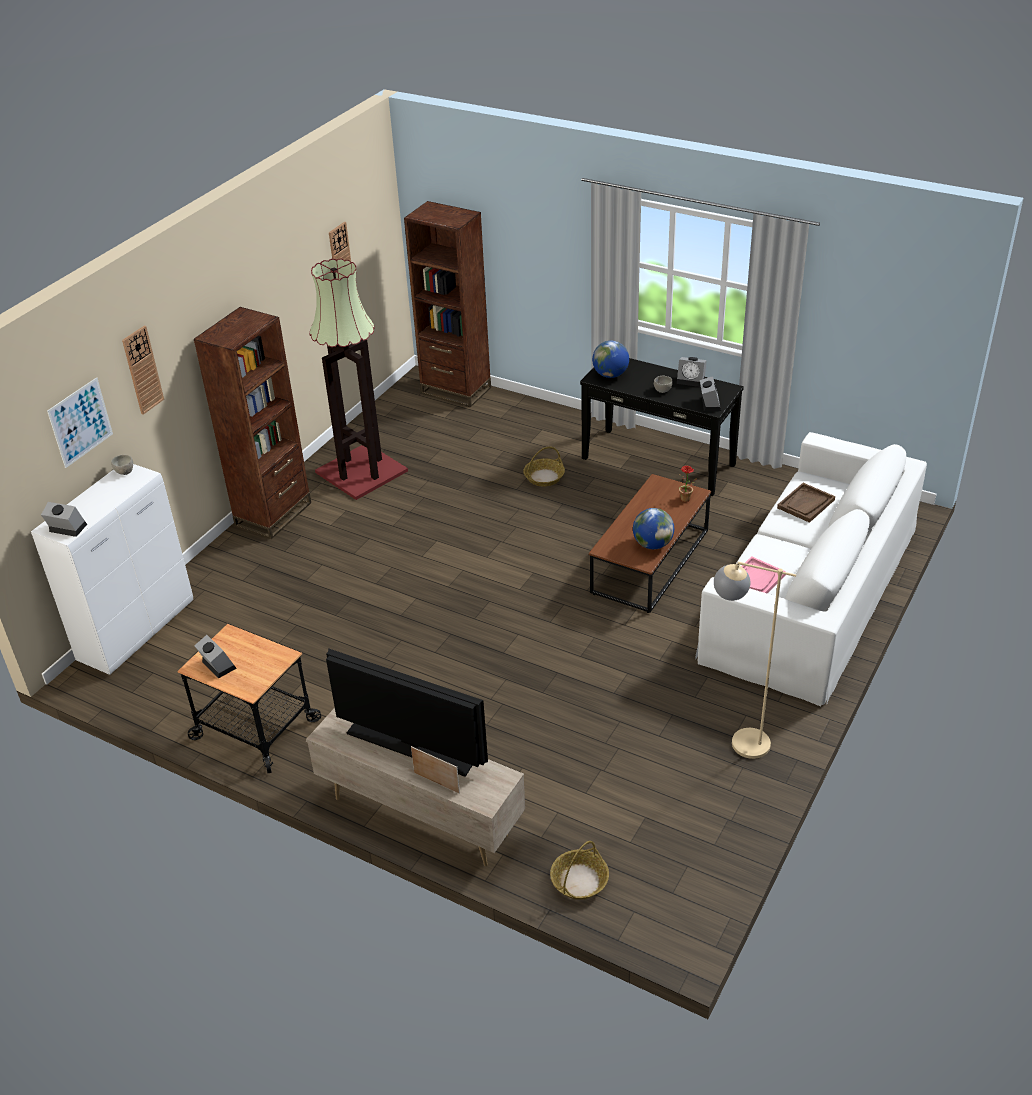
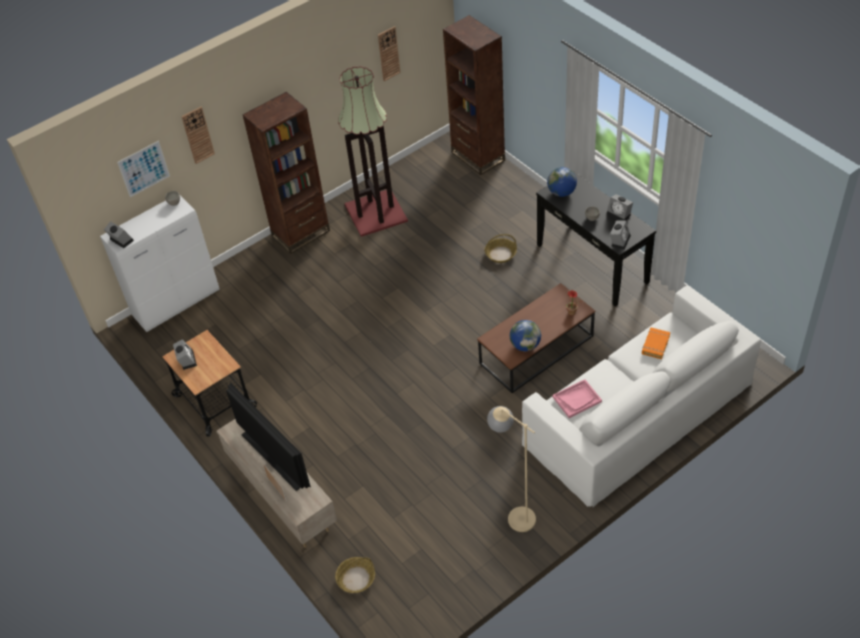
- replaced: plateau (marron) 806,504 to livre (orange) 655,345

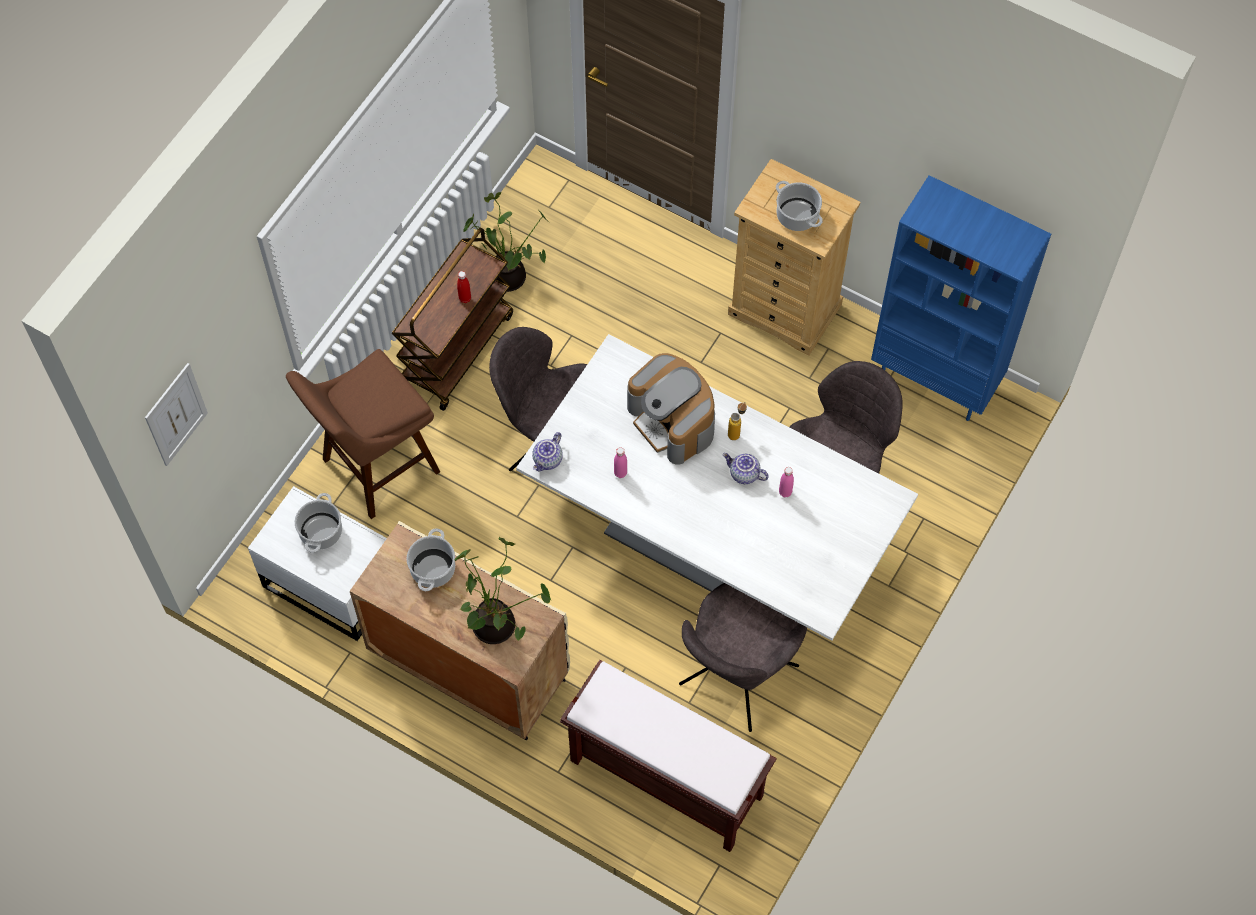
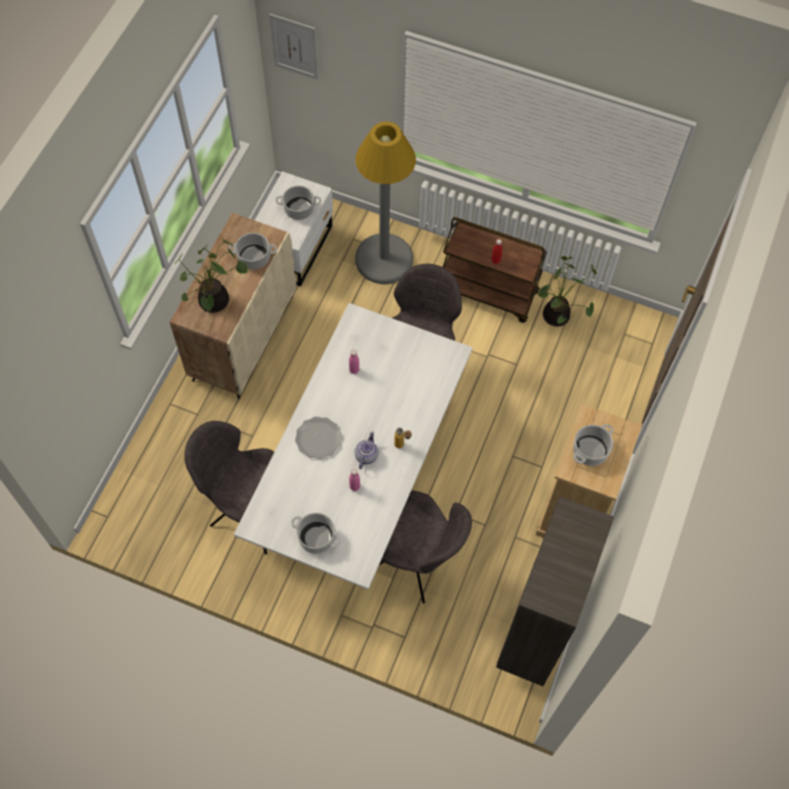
- recoloured: bibliothèque (bleu) 936,379 to bibliothèque (marron) 534,637
- replaced: tabouret (marron) 376,469 to lampadaire (gris) 384,259
- removed: machine à café 673,421
- removed: théière 548,460
- removed: banc (marron) 664,778
- added: assiette 318,439
- added: marmite 317,538

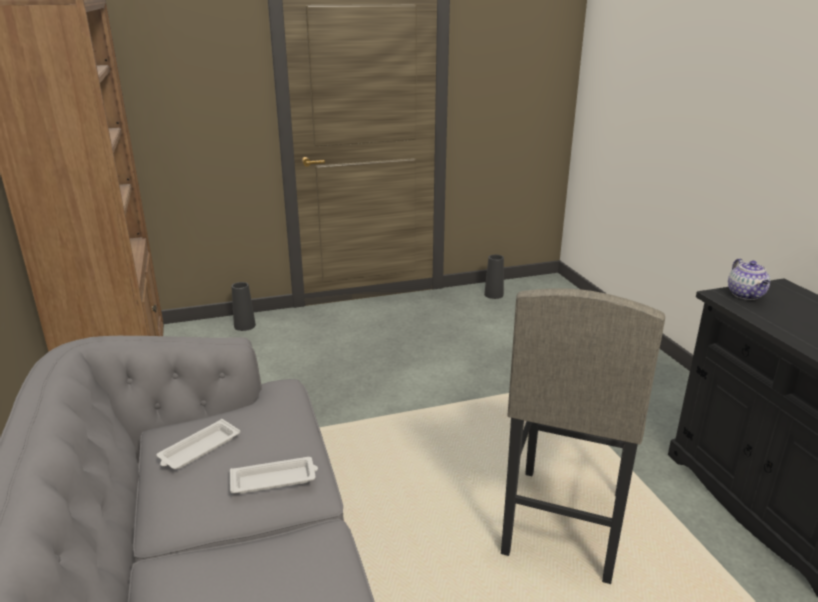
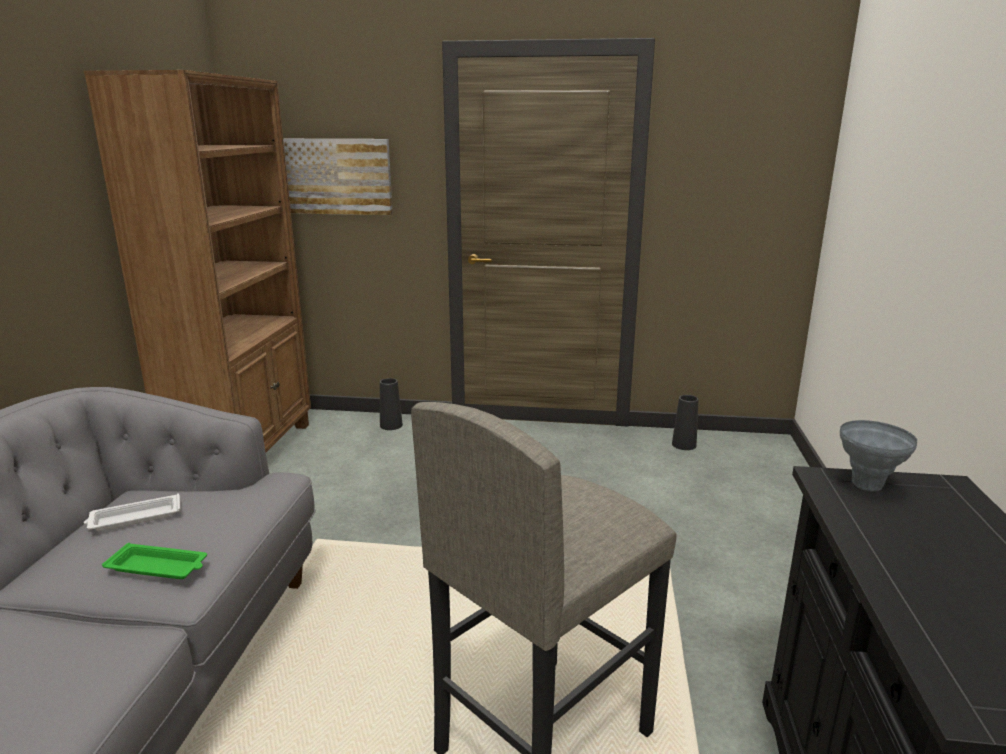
- replaced: théière 746,295 to vase (gris) 867,486
- recoloured: plateau (blanc) 275,480 to plateau (vert) 159,567
- added: tableau 338,176

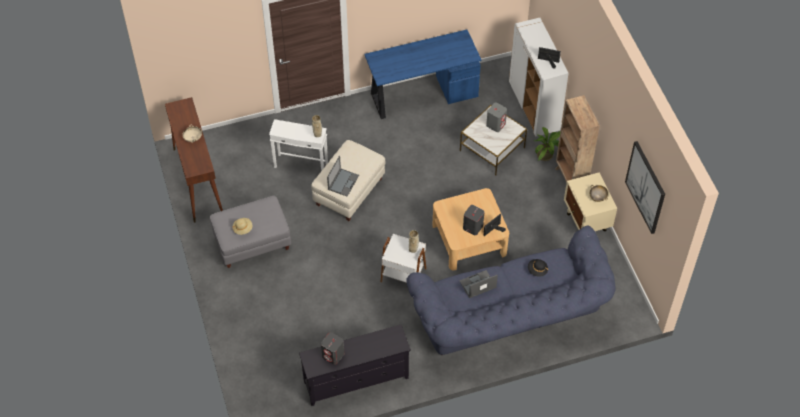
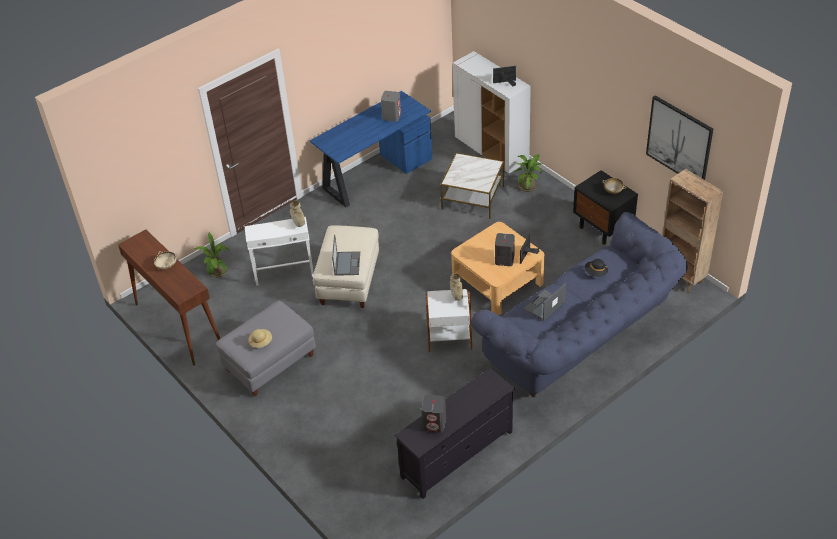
- moved: bibliothèque (marron) 570,179 to 681,277
- moved: enceinte (gris) 496,124 to 391,116
- recoloured: table de chevet (beige) 586,222 to table de chevet (noir) 603,228
- added: plante en pot 218,273

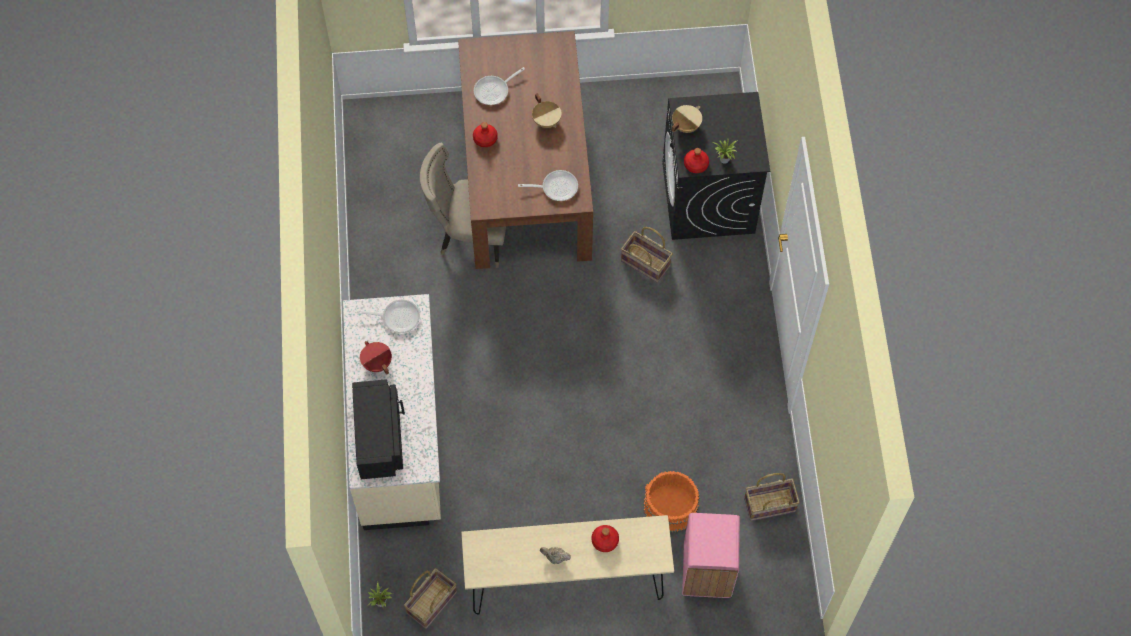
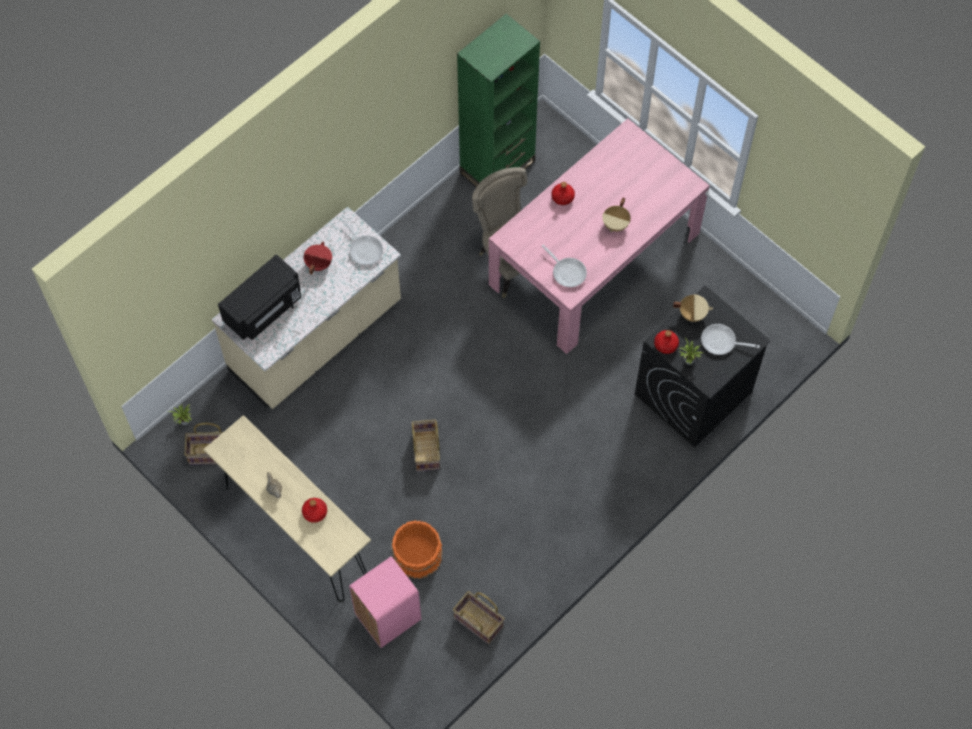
- recoloured: table à manger (marron) 525,174 to table à manger (rose) 594,258
- moved: poêle 494,91 to 721,342
- moved: panier 646,263 to 427,451
- added: bibliothèque (vert) 497,167

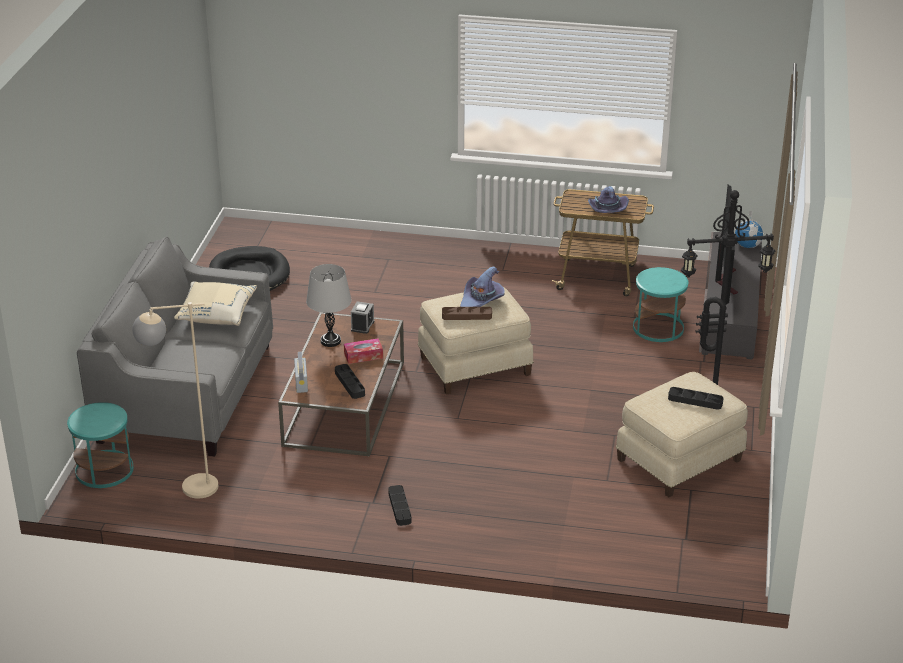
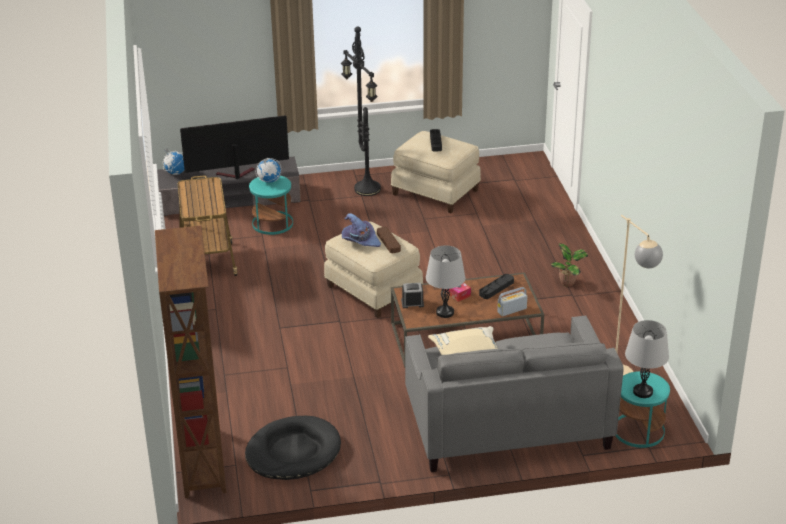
- removed: chapeau (violet) 606,209
- replaced: plateau (noir) 399,507 to plante en pot 568,283
- added: globe 269,181
- added: bibliothèque (marron) 203,462
- added: lampe de table (gris) 642,392

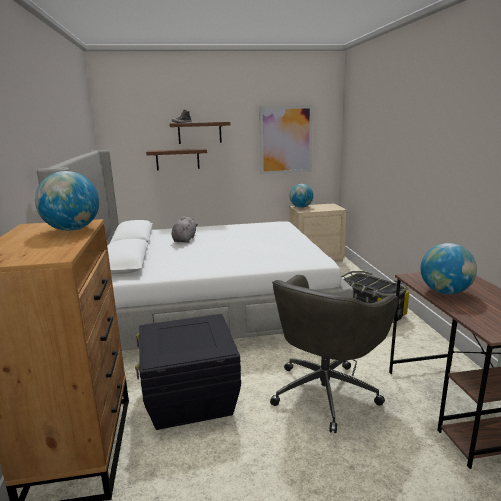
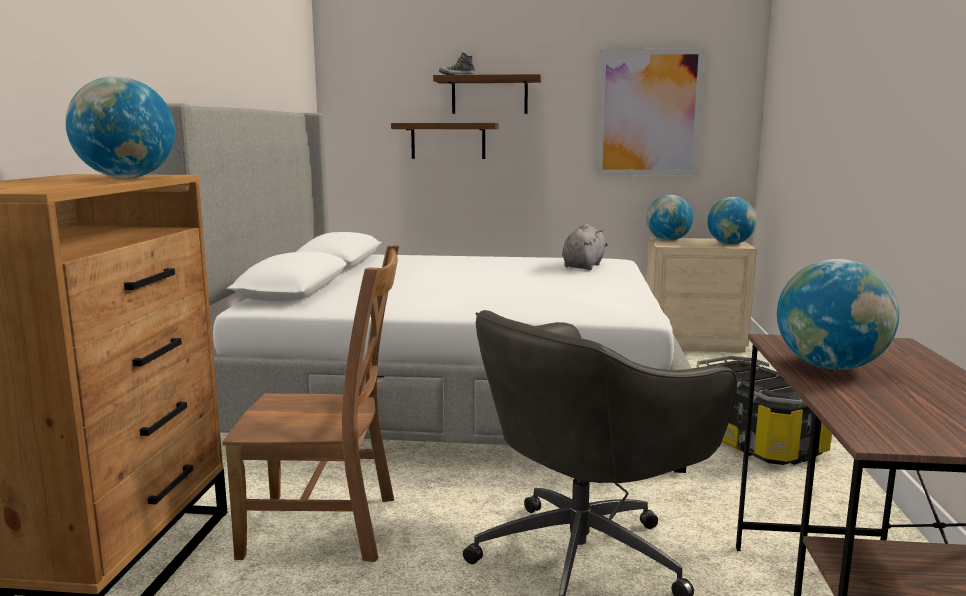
- moved: peluche (gris) 185,239 to 583,266
- replaced: boîte de rangement (noir) 190,399 to chaise (marron) 327,527
- added: globe 730,244

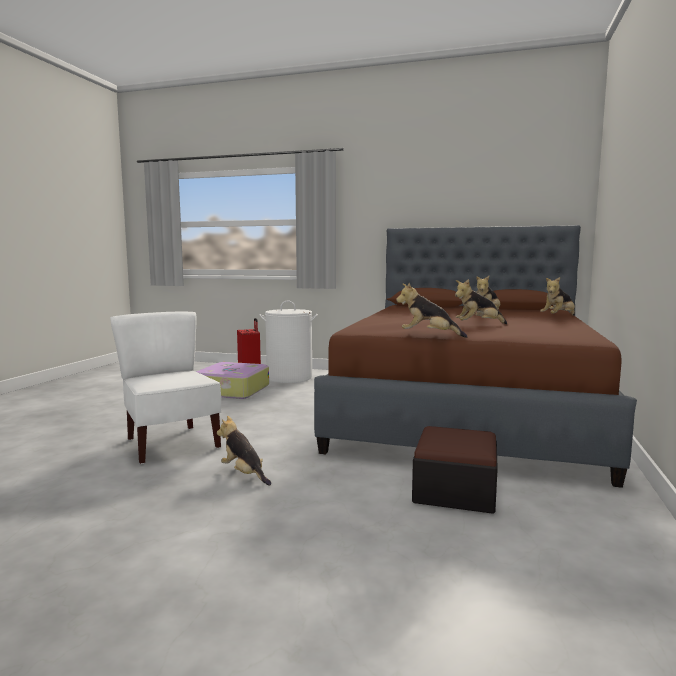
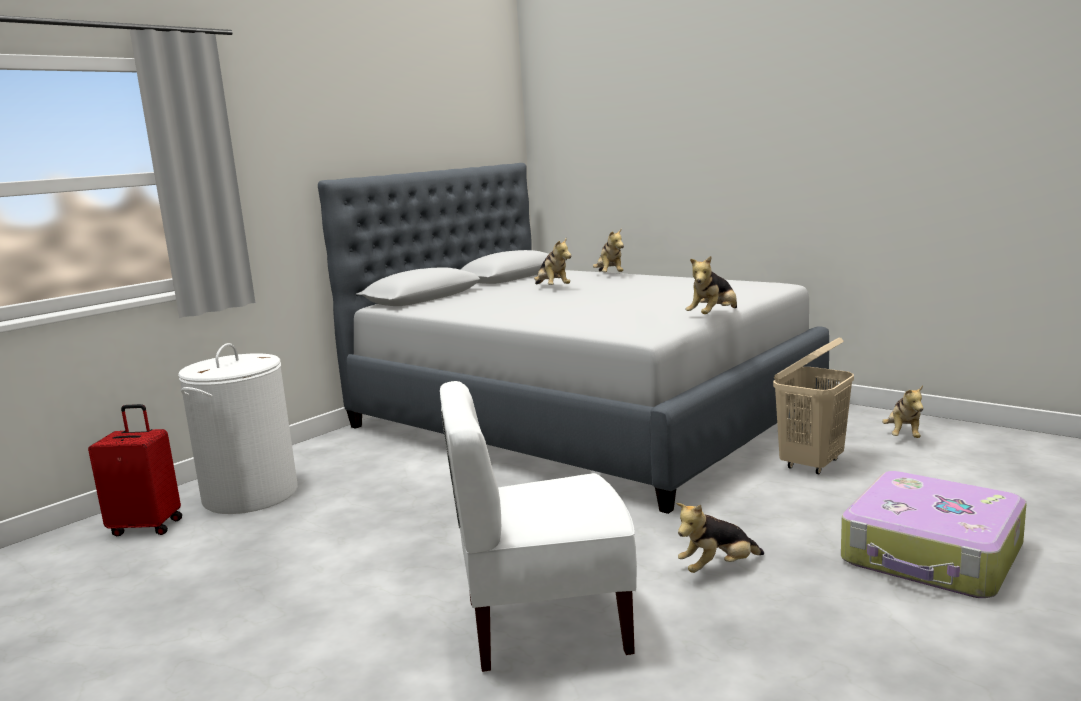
- recoloured: lit (marron) 468,412 to lit (gris) 581,417
- moved: peluche 478,325 to 903,435
- moved: valise 231,390 to 932,555
- replaced: pouf 455,491 to panier à linge (beige) 812,464

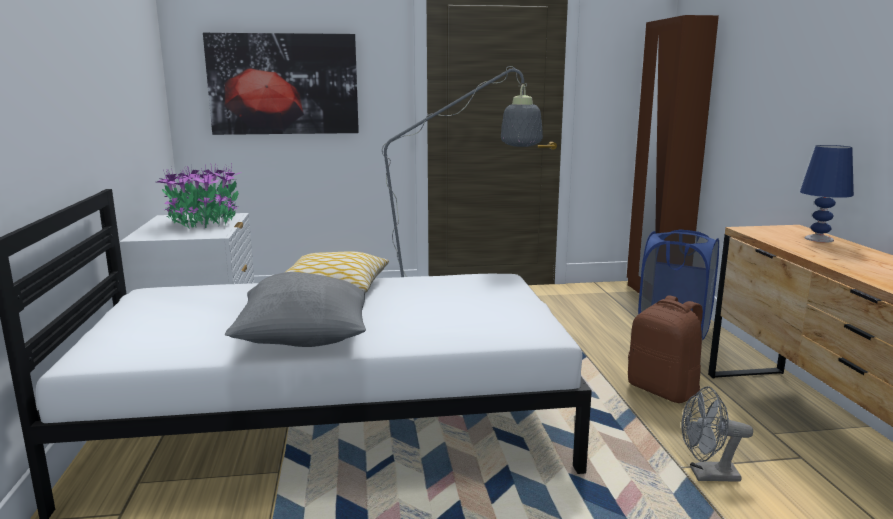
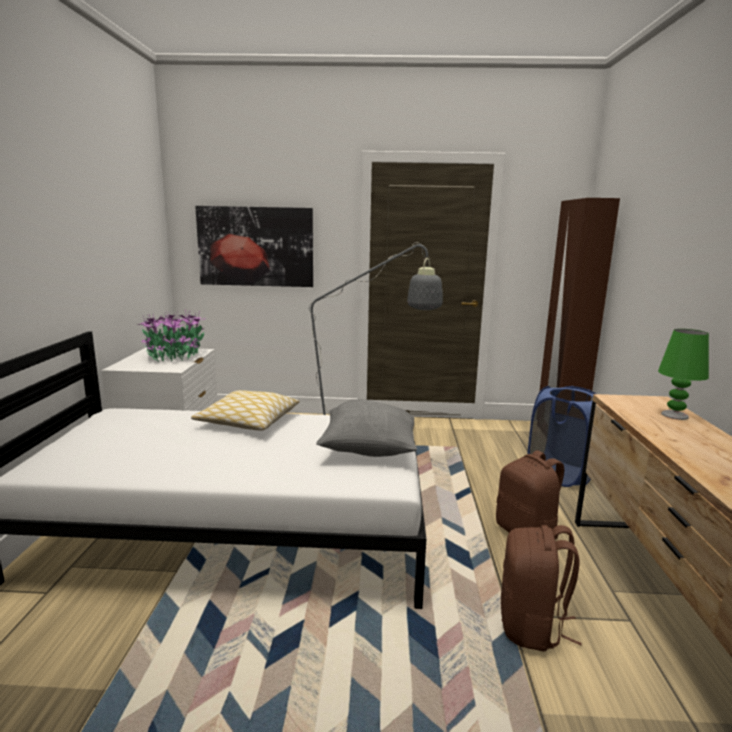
- recoloured: lampe de table (bleu) 818,239 to lampe de table (vert) 674,415
- moved: coussin (gris) 303,340 to 368,451
- replaced: ventilateur (gris) 707,475 to sac à dos (marron) 532,626

